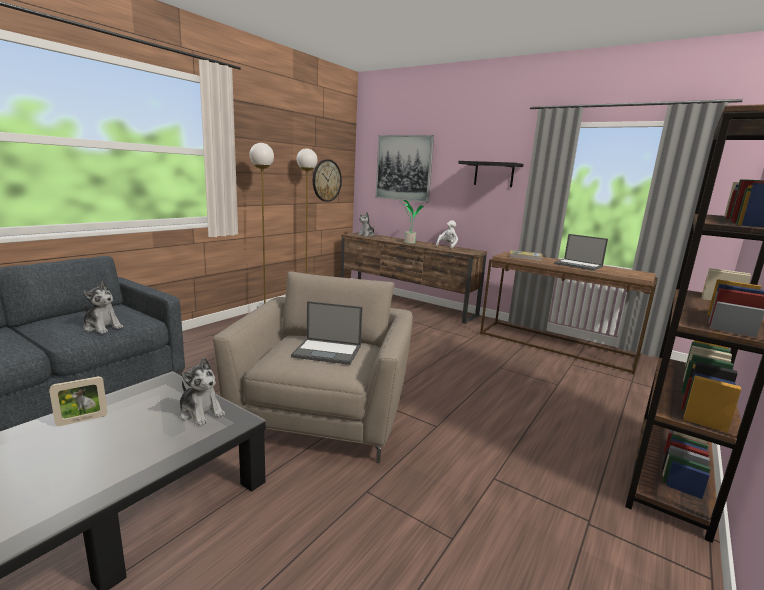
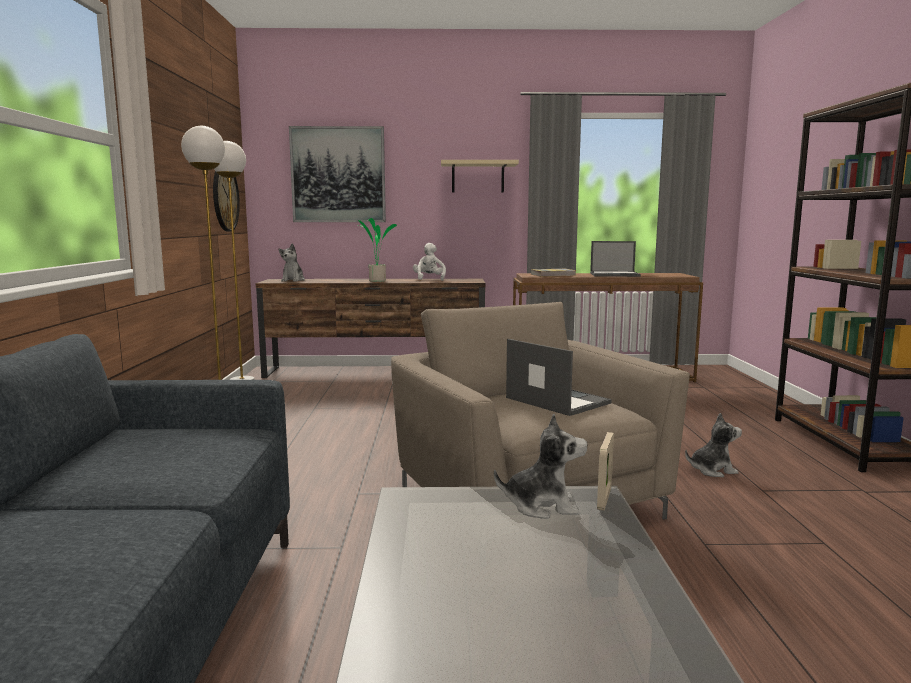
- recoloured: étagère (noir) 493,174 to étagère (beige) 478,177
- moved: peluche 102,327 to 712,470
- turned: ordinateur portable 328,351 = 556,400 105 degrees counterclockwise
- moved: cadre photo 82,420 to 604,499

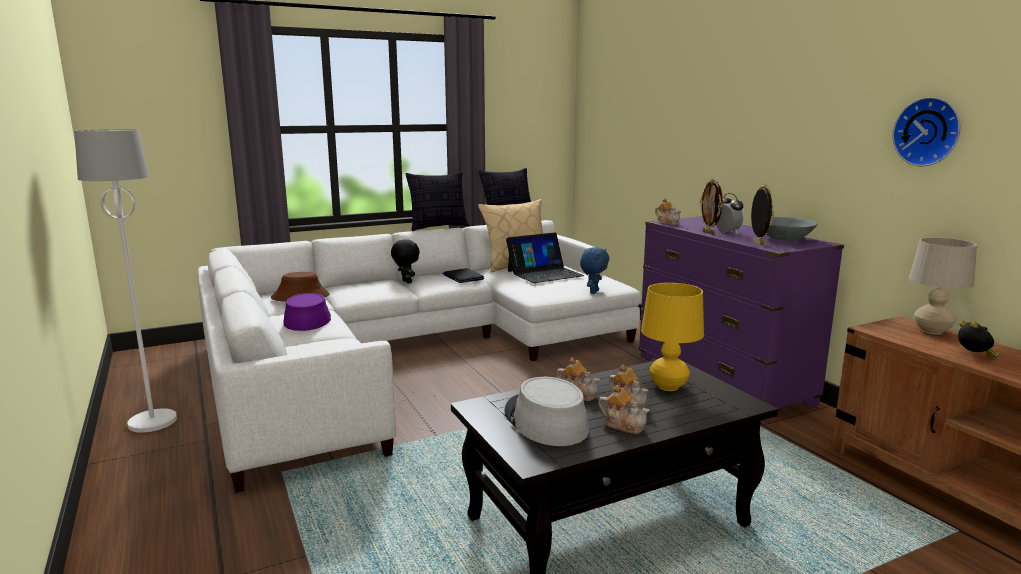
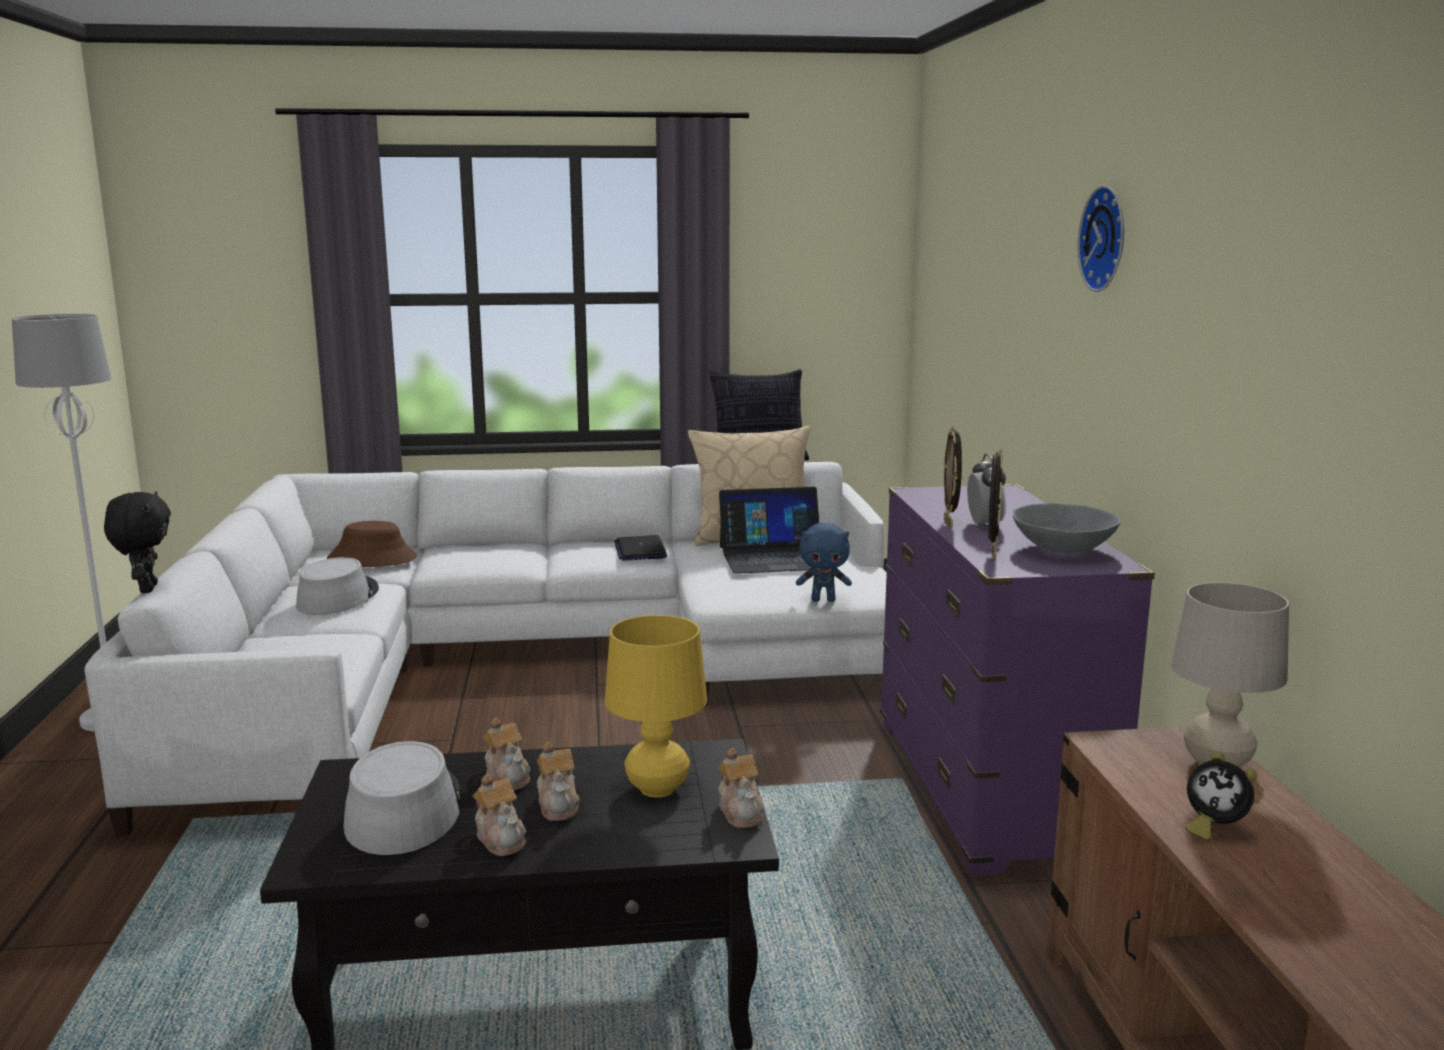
- moved: horloge murale 928,132 to 1108,239
- removed: coussin 438,227
- moved: théière 668,223 to 741,811
- moved: peluche (noir) 406,282 to 146,589
- turned: peluche (bleu) 593,292 = 823,600 45 degrees clockwise
- recoloured: chapeau (violet) 307,319 to chapeau (gris) 337,598
- turned: réveil 974,356 = 1212,828 105 degrees clockwise

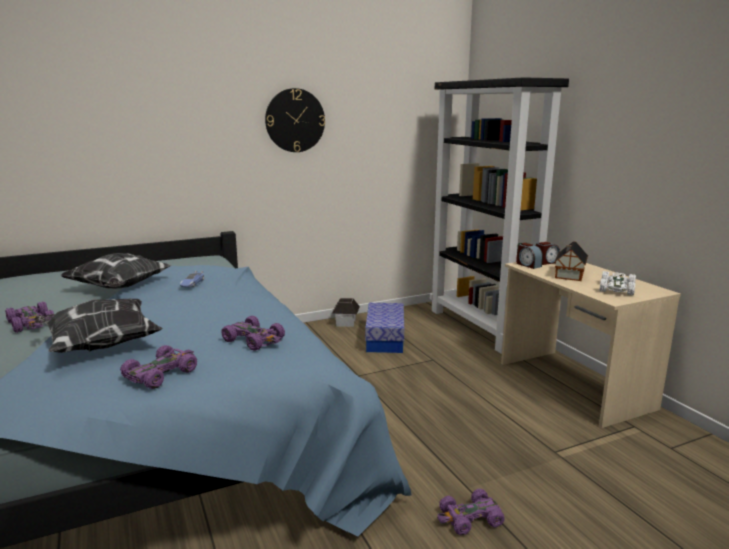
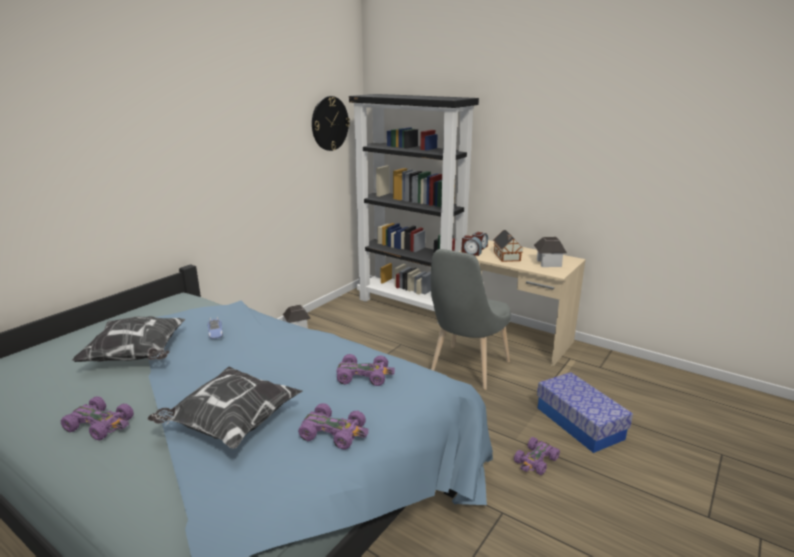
- moved: horloge murale 295,120 to 329,123
- replaced: petite voiture (blanc) 616,288 to maison miniature 548,263
- moved: boîte de rangement 385,338 to 579,423
- turned: petite voiture (violet) 161,374 = 334,433 105 degrees clockwise
- added: chaise (gris) 466,370

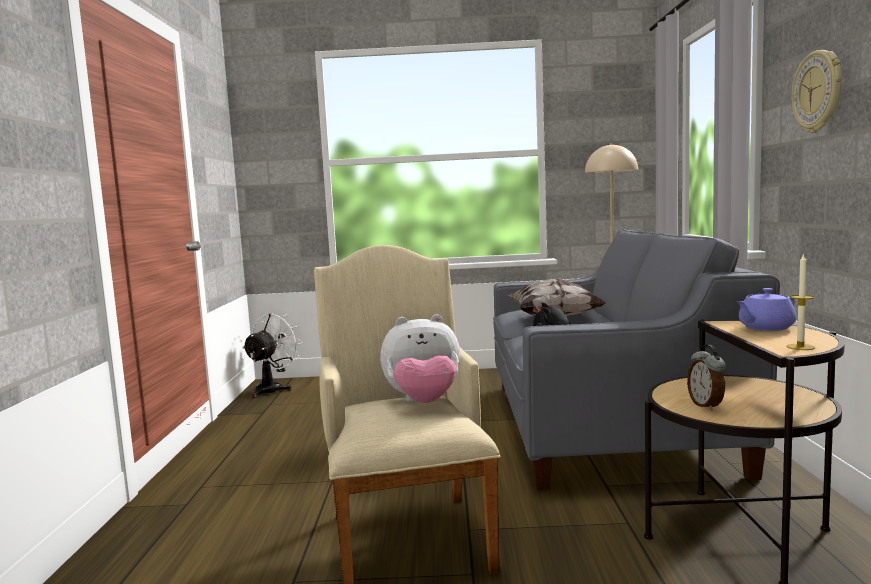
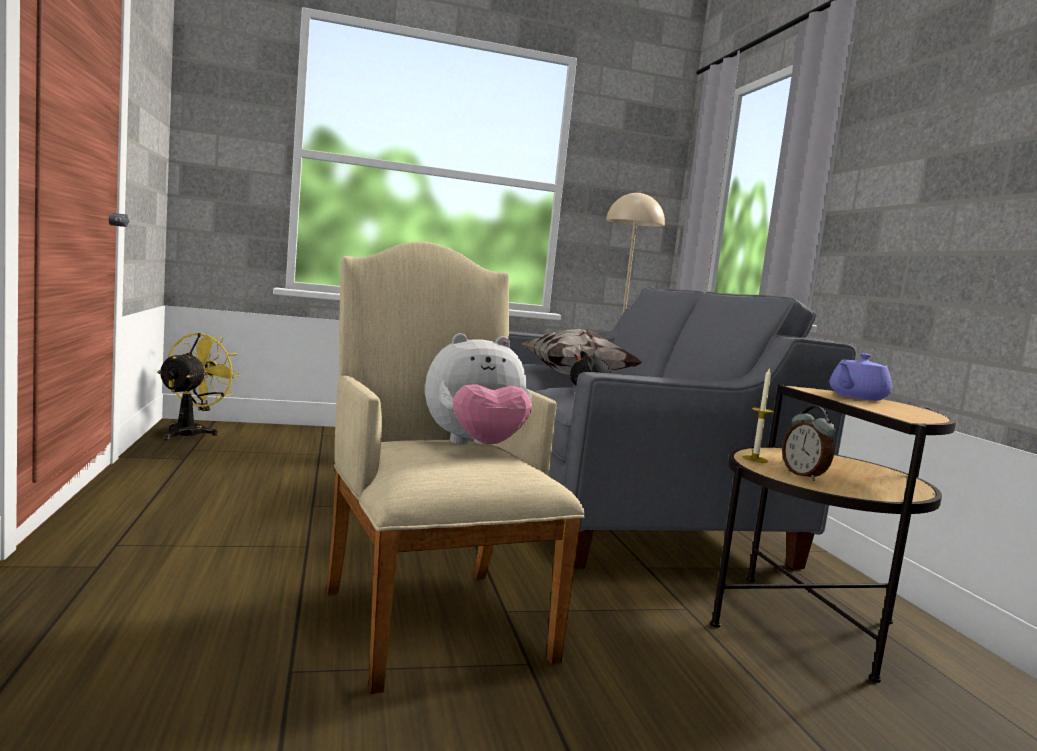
- removed: horloge murale 818,92
- moved: bougie 800,347 to 755,459
- recoloured: ventilateur (blanc) 273,389 to ventilateur (jaune) 191,432

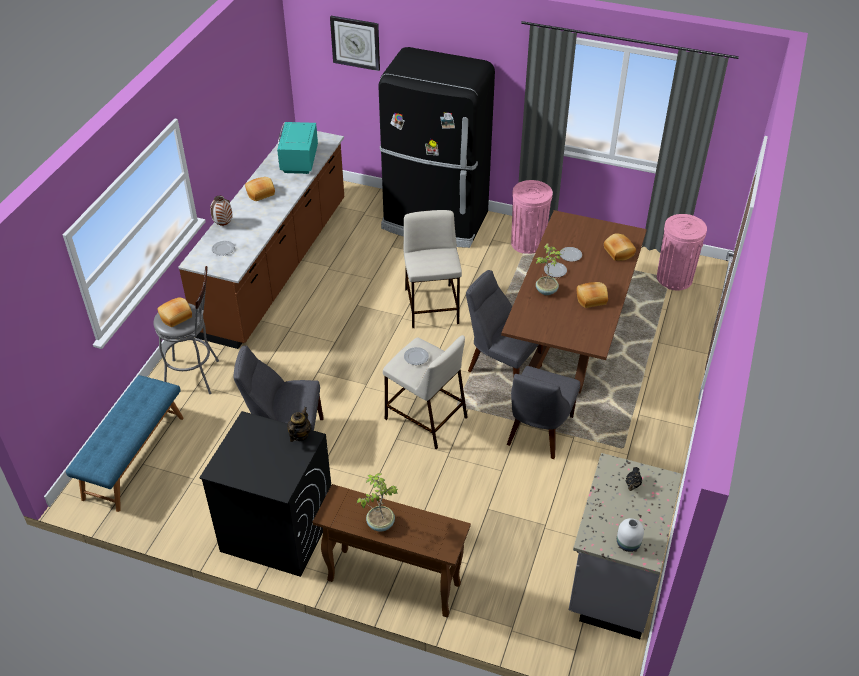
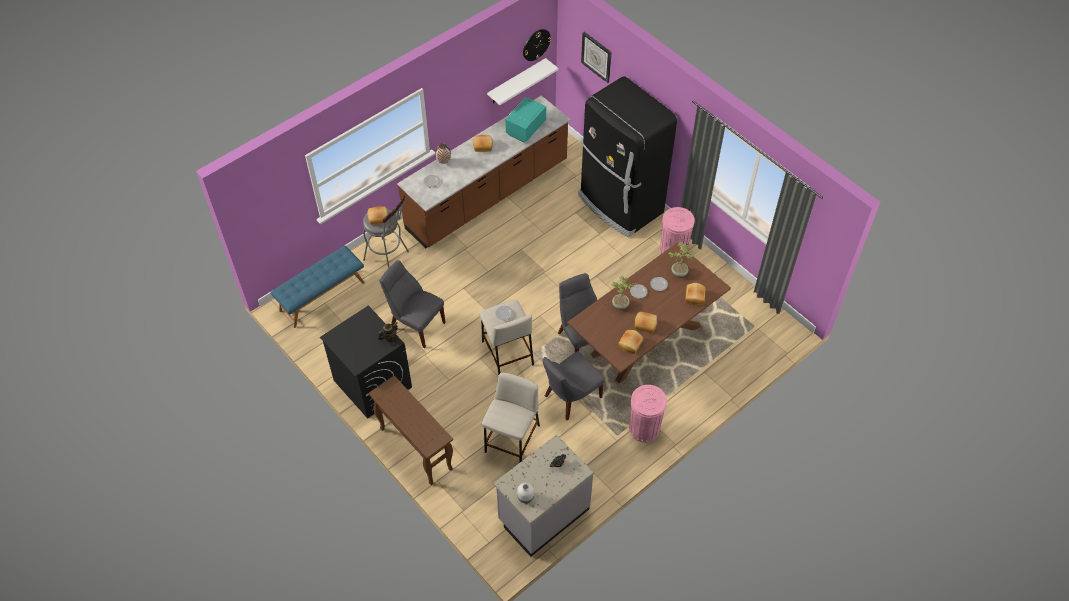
- moved: tabouret (beige) 432,306 to 512,439
- moved: poubelle (rose) 674,278 to 644,429
- moved: plante en pot 380,523 to 679,272
- added: horloge murale 536,44
- added: étagère (blanc) 516,81
- added: pain 630,344

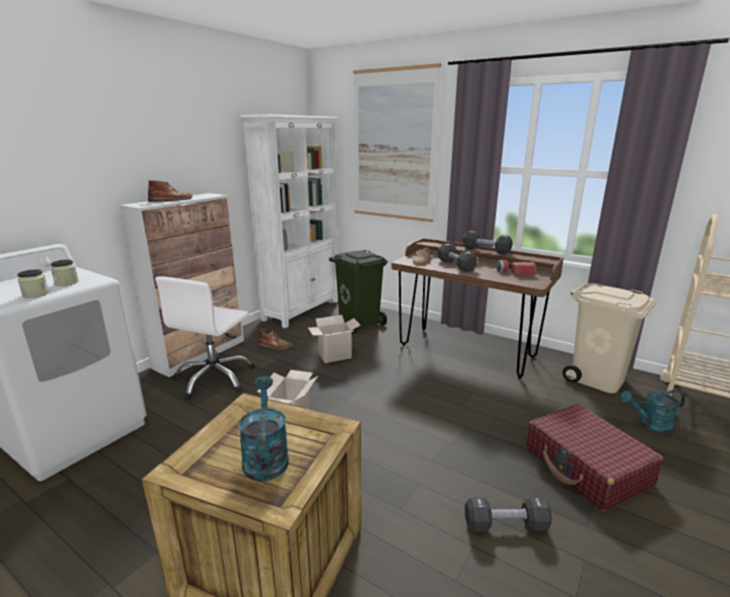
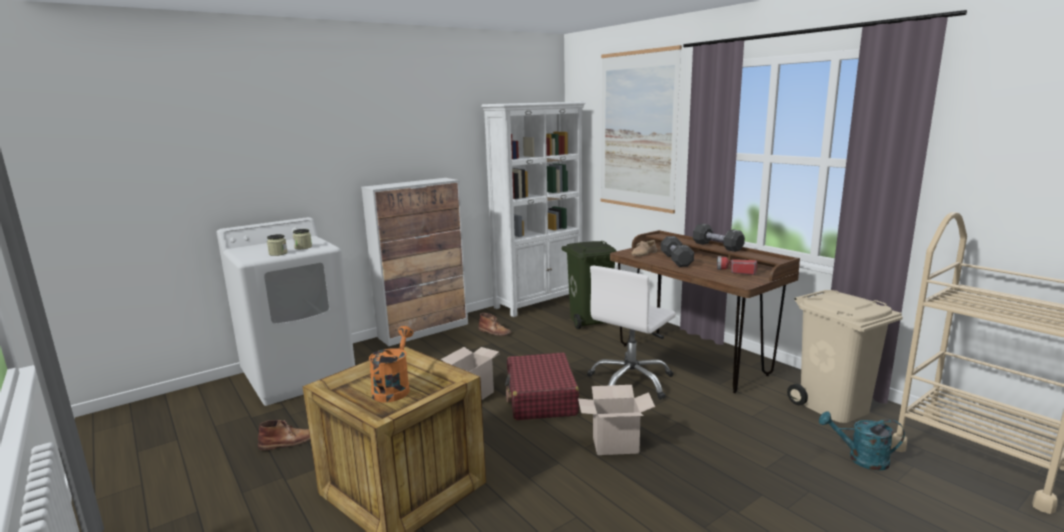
- moved: botte (marron) 171,200 to 288,442
- moved: chaise de bureau (blanc) 215,379 to 631,381
- moved: carton 334,356 to 614,446
- recoloured: arrosoir (turquoise) 265,456 to arrosoir (orange) 393,388
- moved: valise (rouge) 586,466 to 541,398
- removed: haltère (noir) 505,525

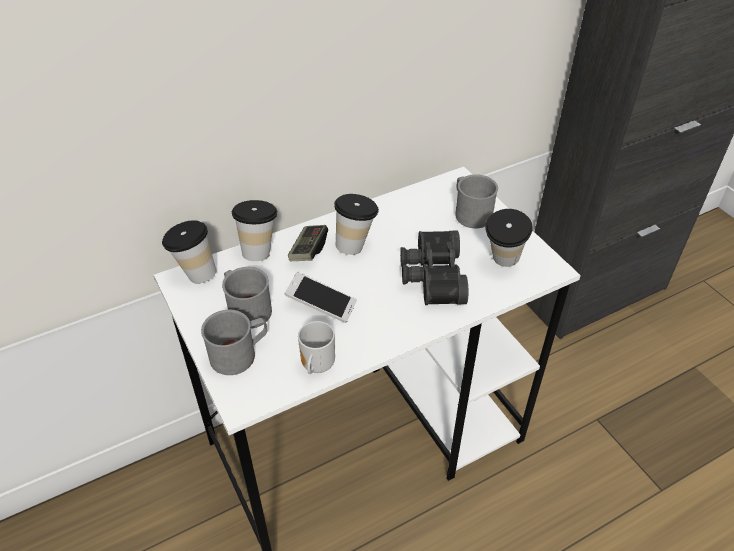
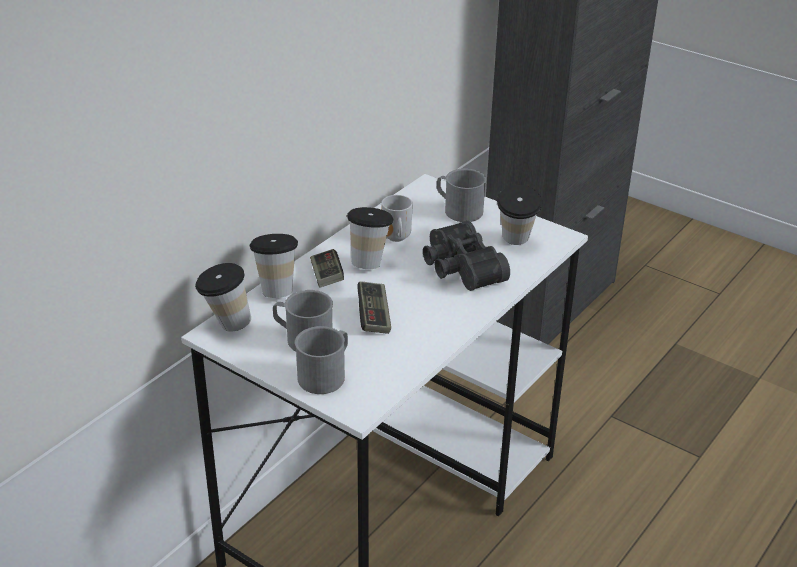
- replaced: téléphone 321,304 to manette 374,316
- moved: mug 316,366 to 395,239

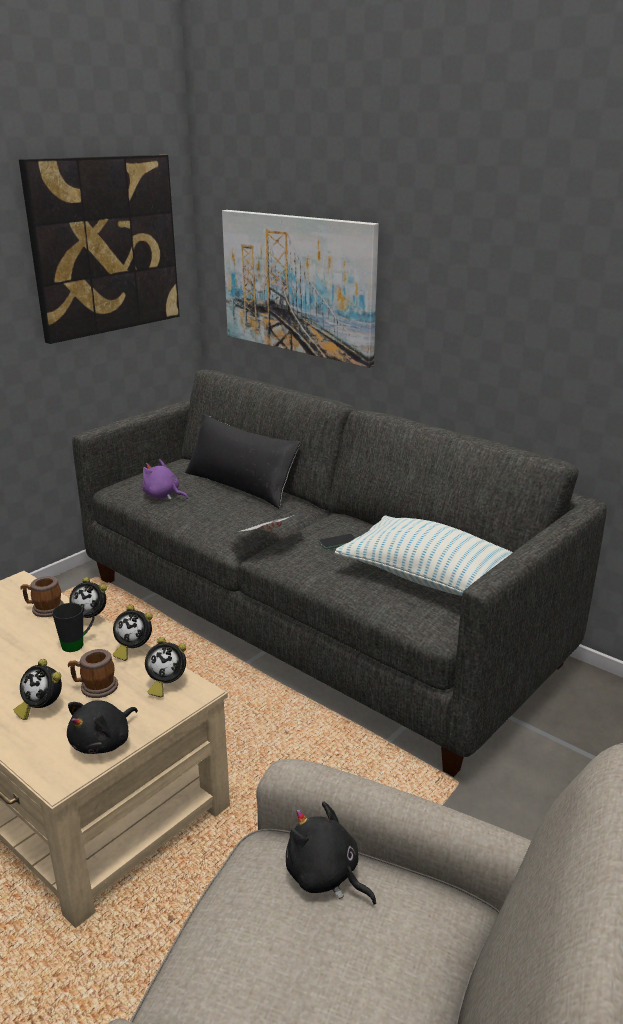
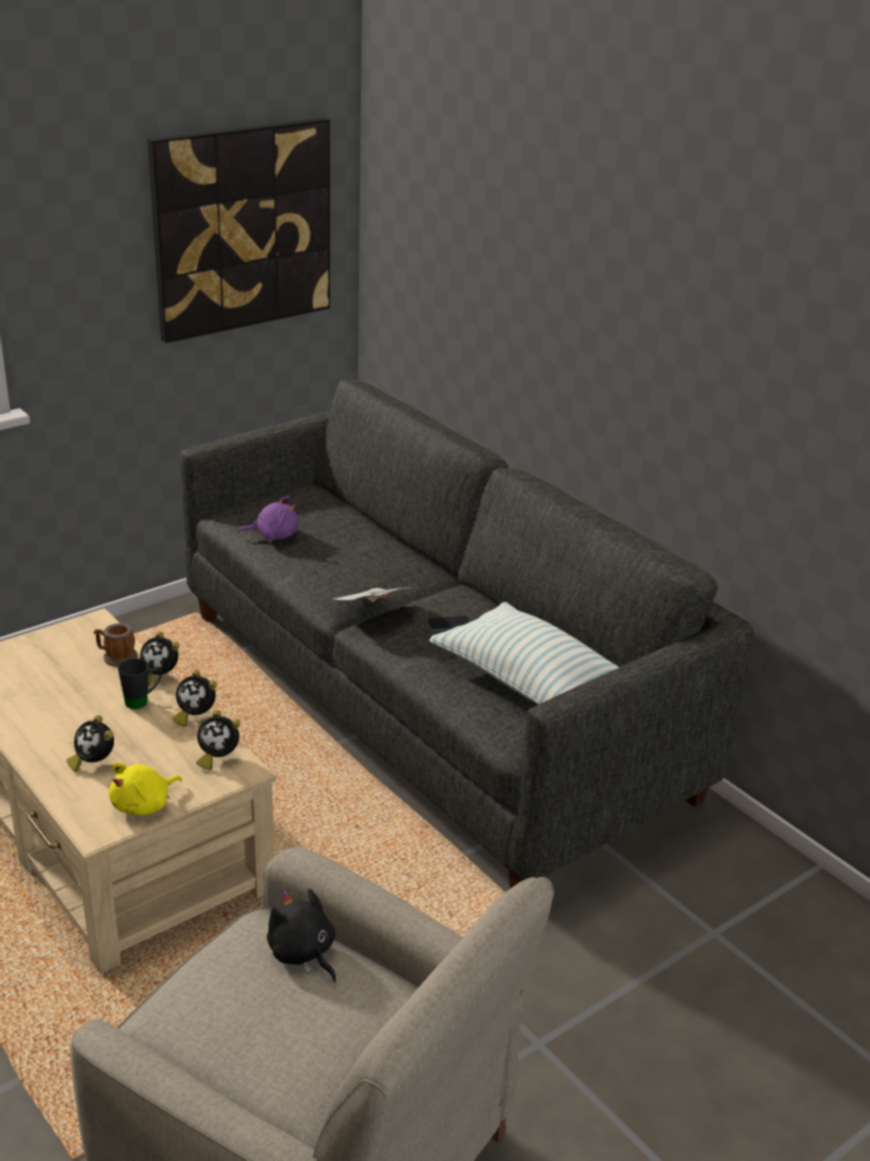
- removed: tableau 298,285
- removed: coussin (noir) 240,485
- turned: peluche (violet) 163,495 = 274,535 135 degrees clockwise
- removed: mug 95,687
- recoloured: peluche (noir) 104,742 to peluche (jaune) 144,805

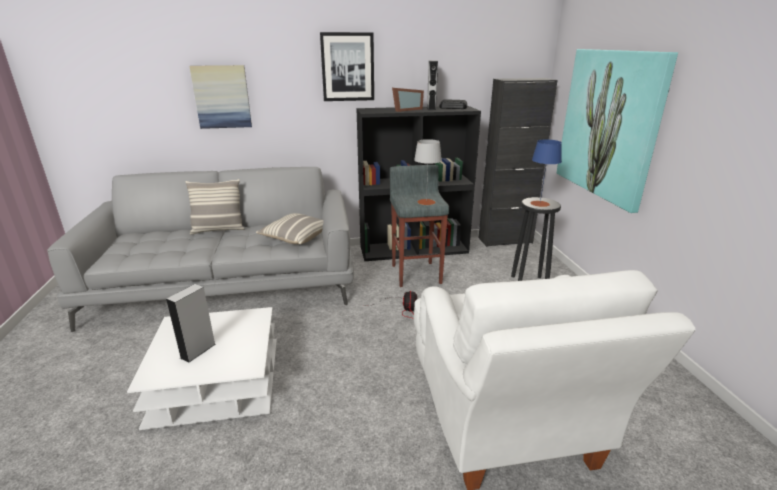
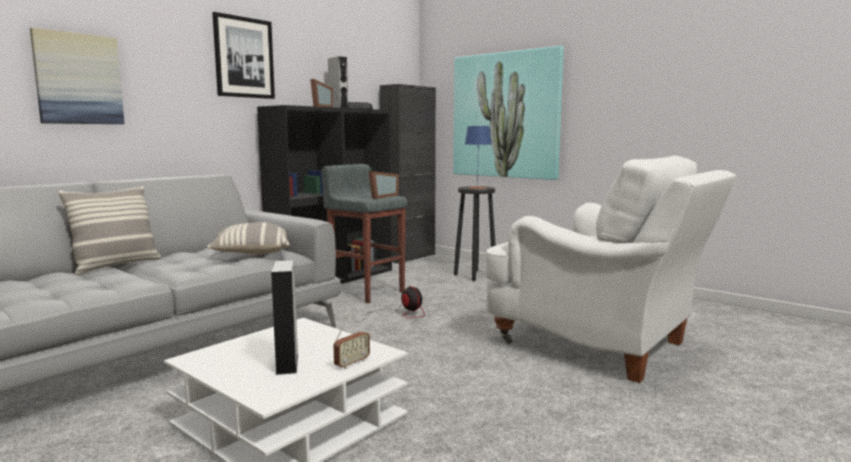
- replaced: lampe de table (gris) 426,202 to cadre photo 381,196
- added: radio 352,363

